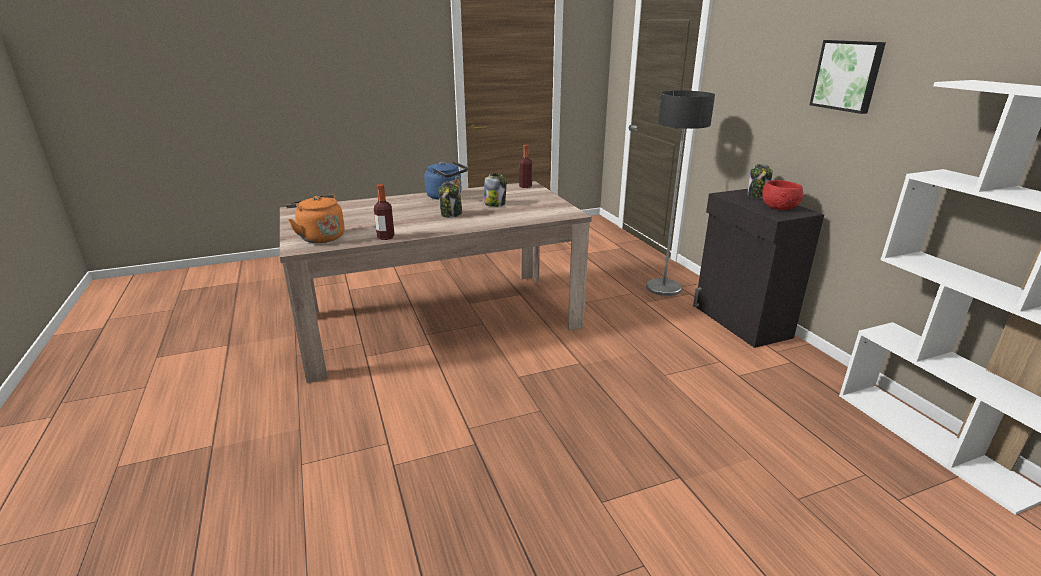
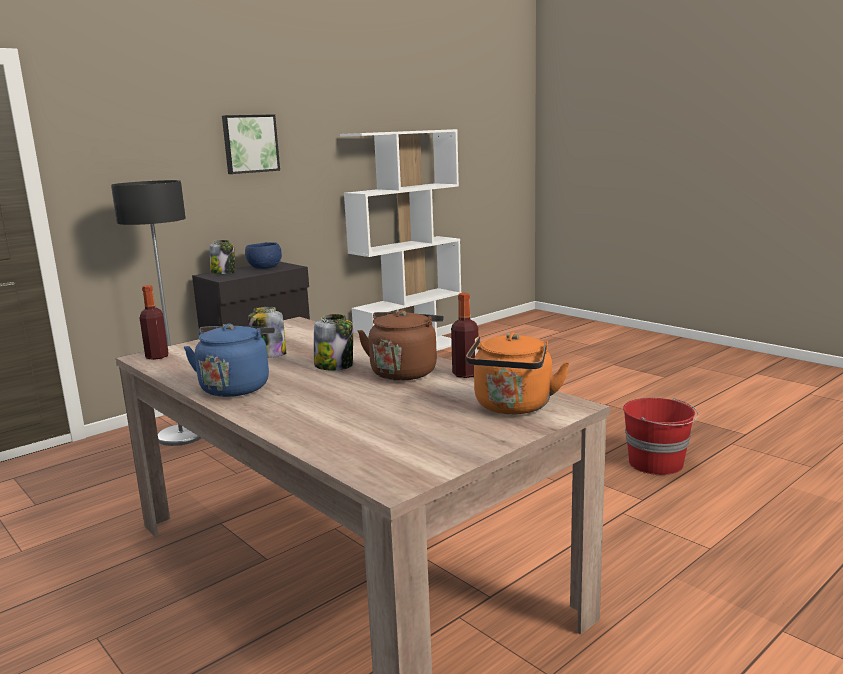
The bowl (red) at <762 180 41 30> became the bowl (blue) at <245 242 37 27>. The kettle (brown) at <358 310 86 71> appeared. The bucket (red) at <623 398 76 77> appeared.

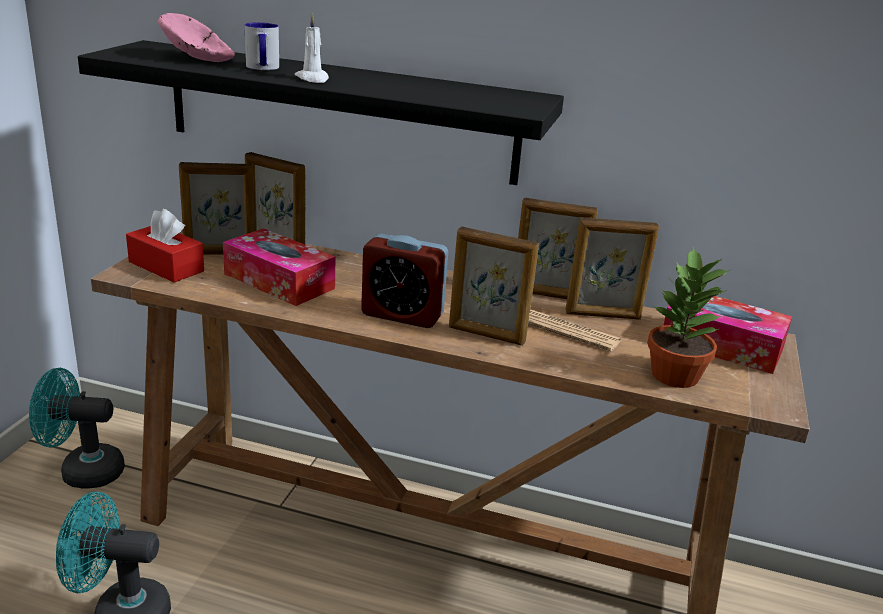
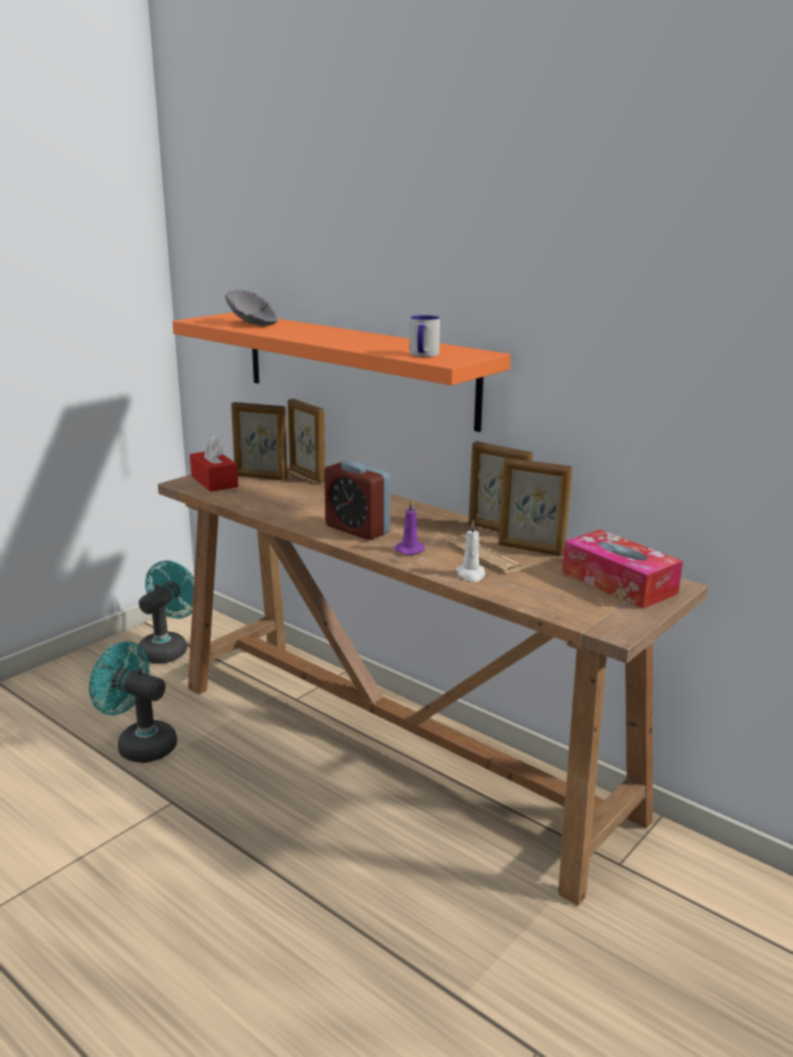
The fan (turquoise) at <29 368 96 121> turned 90 degrees clockwise. The shelf (black) at <78 40 486 145> became the shelf (orange) at <172 312 339 120>. The bowl (pink) at <158 13 77 49> became the bowl (grey) at <225 290 53 36>. The tissue box at <223 228 112 78> disappeared. The mug moved from <245 22 34 48> to <410 315 30 42>. The candle (white) moved from <295 13 34 70> to <455 521 30 61>. The picture frame at <449 226 90 120> was replaced by the candle (purple) at <395 500 30 55>. The potted plant at <647 246 83 142> disappeared.

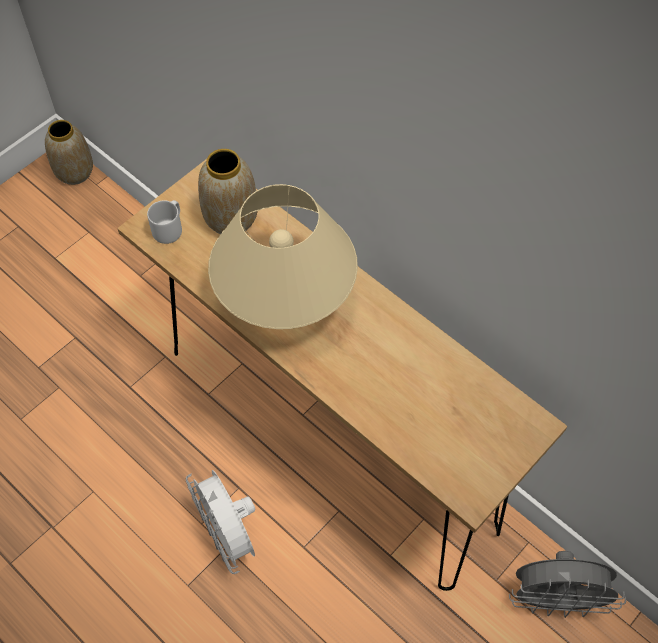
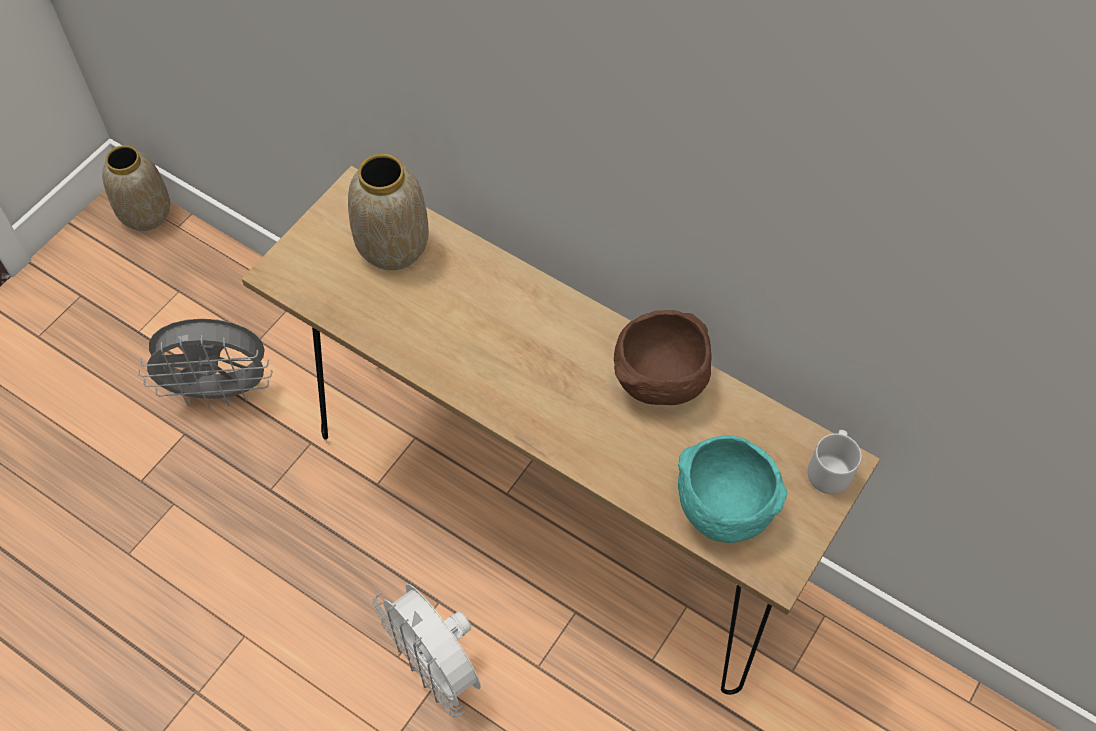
The mug (grey) moved from <147 200 35 44> to <807 430 55 64>. The table lamp (beige) at <208 184 150 145> disappeared. The fan (grey) moved from <509 551 117 67> to <138 319 134 89>. The bowl (brown) at <614 310 98 95> appeared. The bowl (turquoise) at <678 436 109 107> appeared.

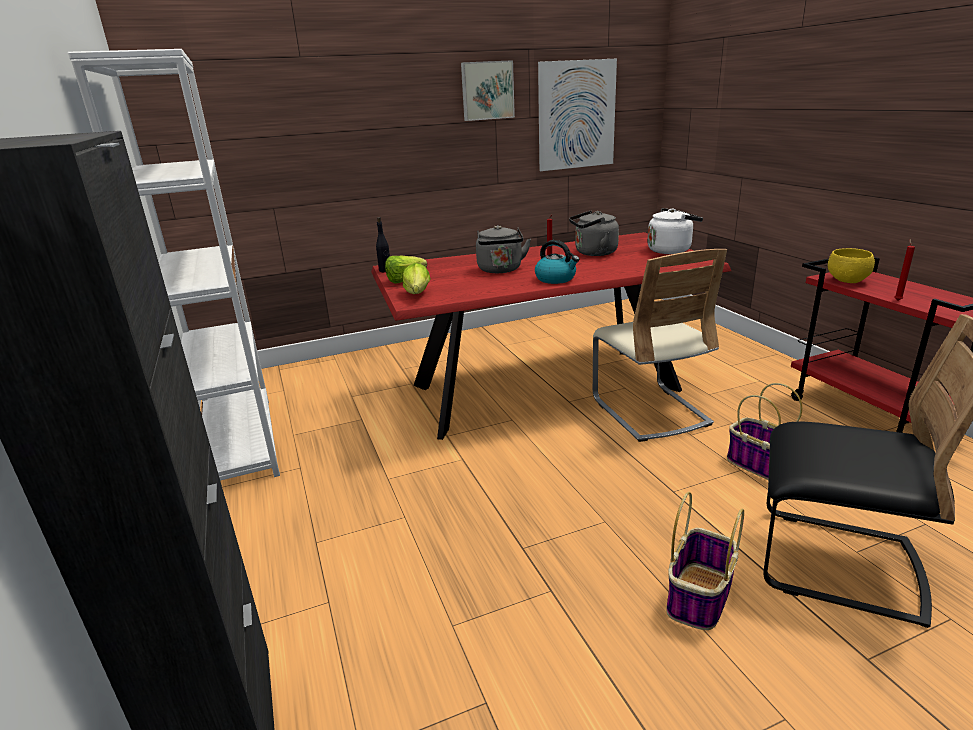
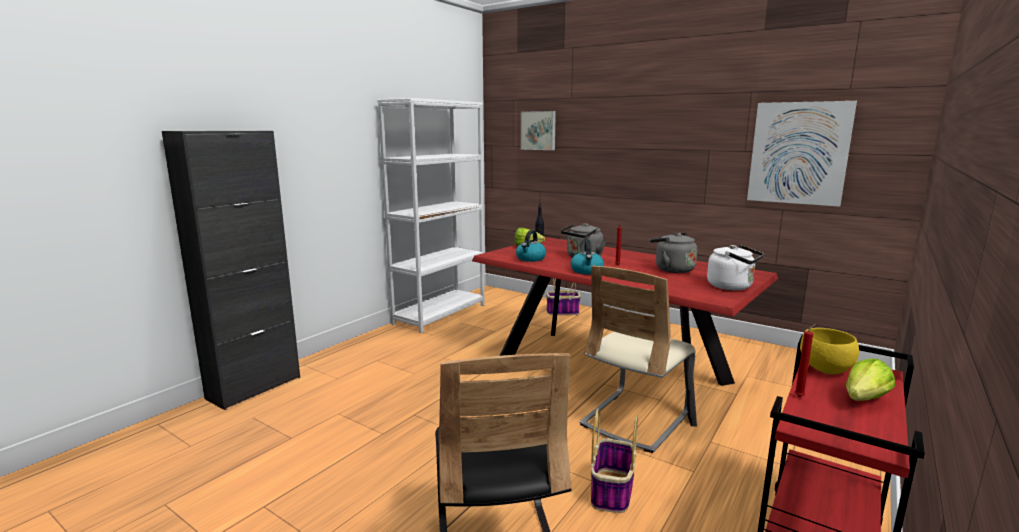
The lettuce moved from <403 263 28 31> to <846 359 49 42>. The picture moved from <461 60 54 61> to <521 111 35 39>. The basket moved from <666 492 78 138> to <546 278 35 37>. The kettle at <516 230 30 32> appeared.

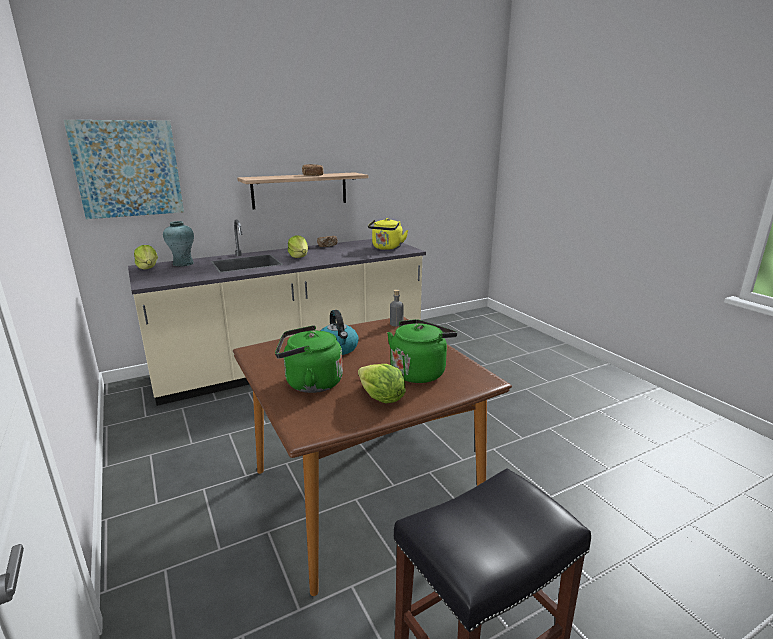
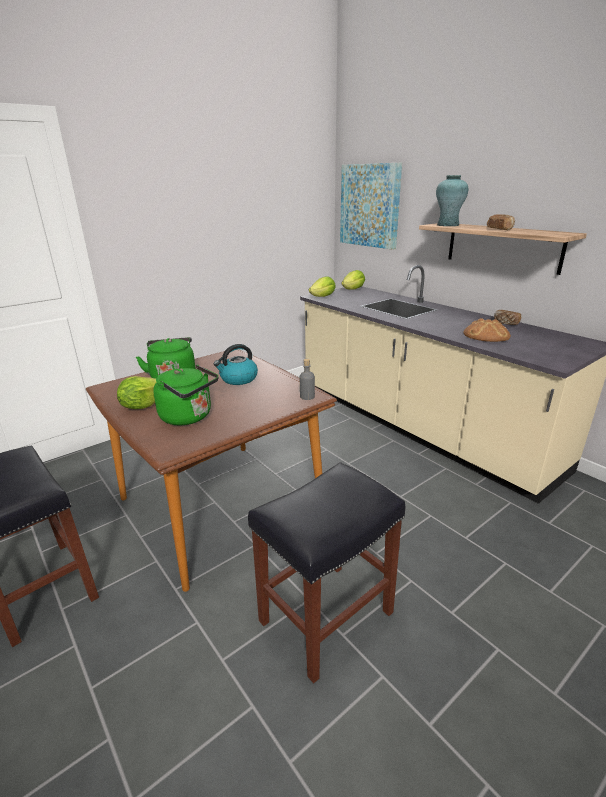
The vase (turquoise) moved from <163 221 31 45> to <436 175 32 51>. The lettuce moved from <288 236 20 22> to <309 276 27 21>. The kettle (yellow) at <368 218 40 32> disappeared. The stool (black) at <248 462 157 221> appeared. The bread at <463 318 48 24> appeared.

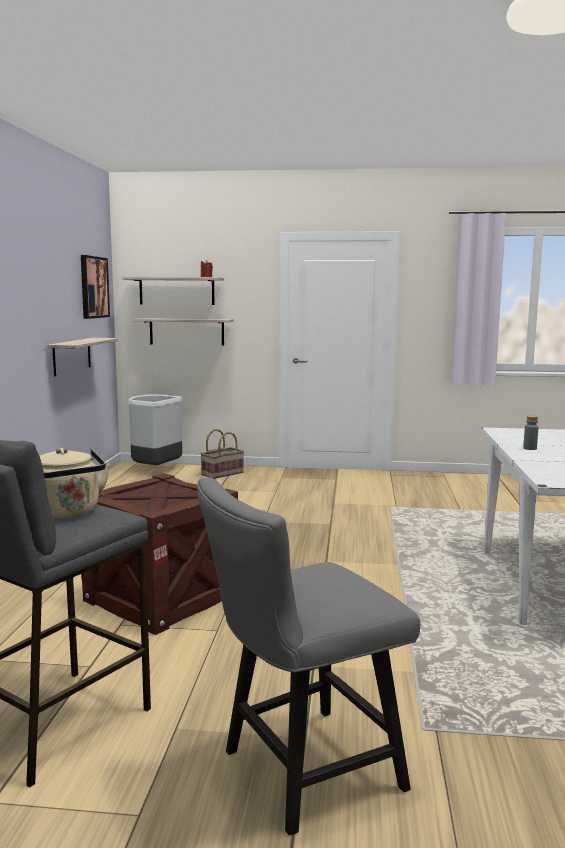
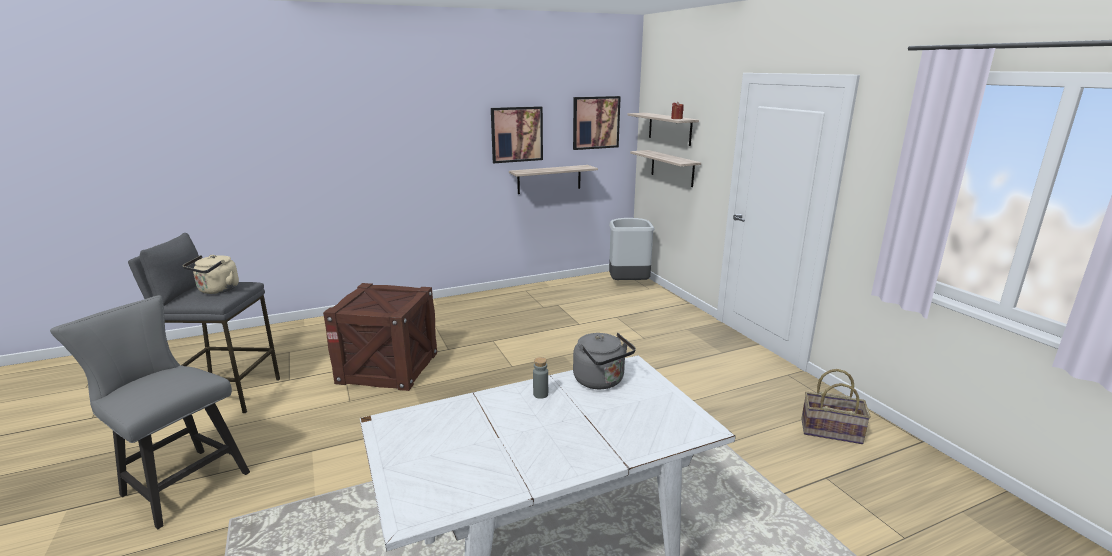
The basket moved from <200 429 44 50> to <801 369 70 75>. The picture at <491 106 52 57> appeared. The kettle (grey) at <573 333 63 56> appeared.

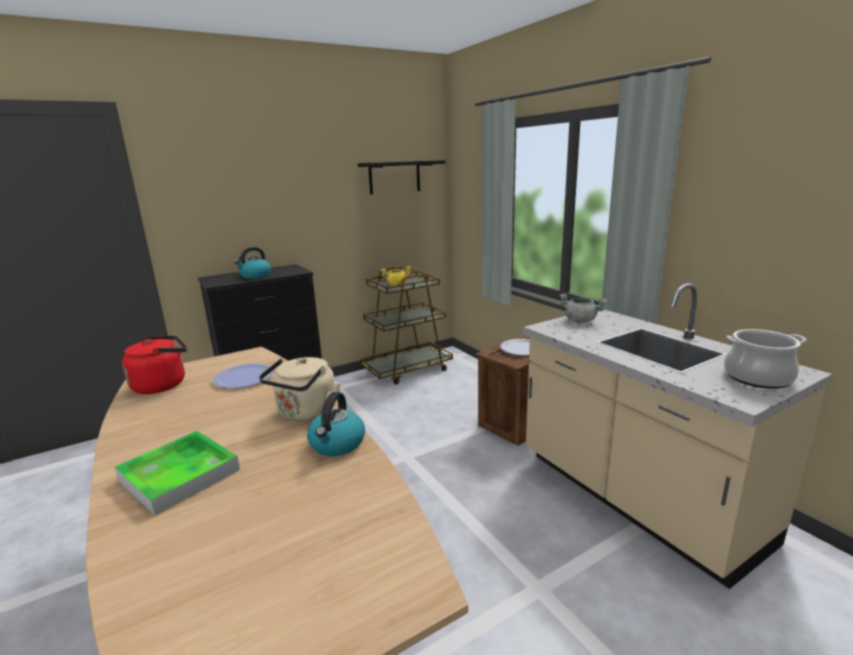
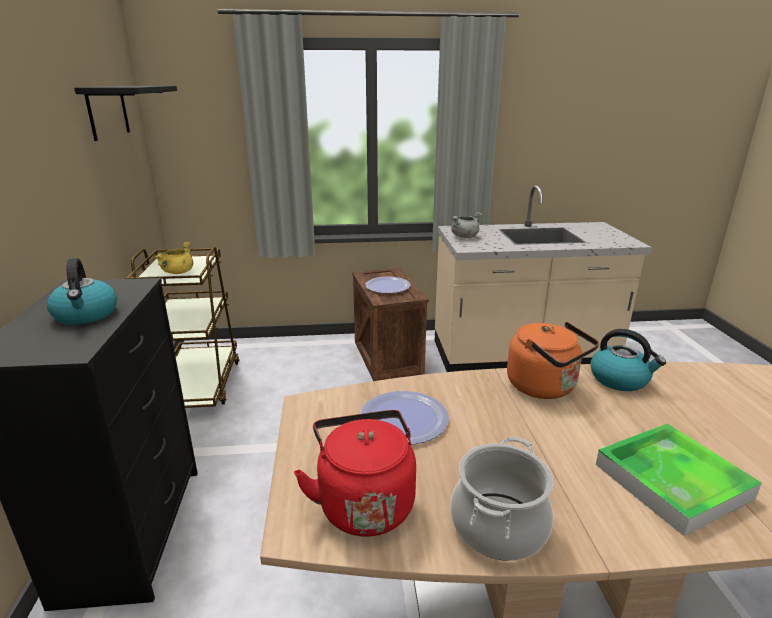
The kettle (beige) at <259 357 81 65> became the kettle (orange) at <507 322 92 77>. The cooking pot moved from <724 329 83 60> to <450 437 103 124>.

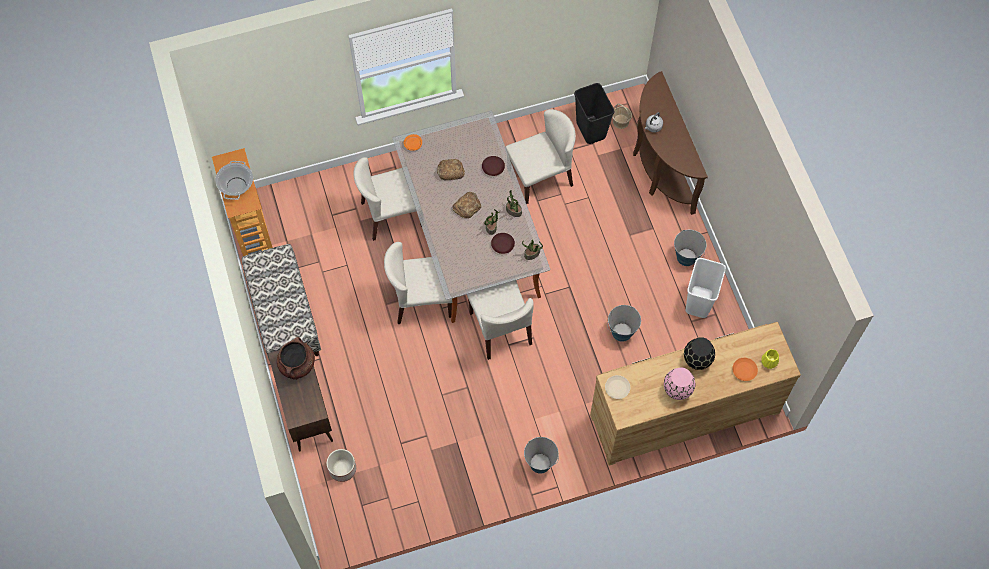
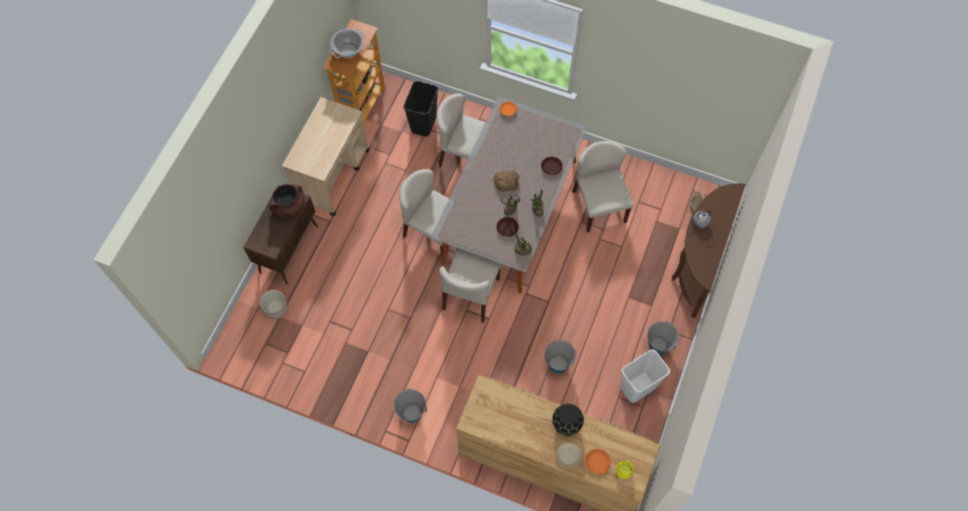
The bench at <242 244 79 120> was replaced by the cart (beige) at <282 97 87 119>. The bread at <437 159 28 21> disappeared. The chair (beige) at <506 109 70 95> turned 120 degrees counterclockwise. The trash can (black) moved from <574 83 41 61> to <403 80 35 56>. The plate (beige) moved from <605 375 25 24> to <556 443 26 25>. The vase (pink) at <664 367 31 33> disappeared.

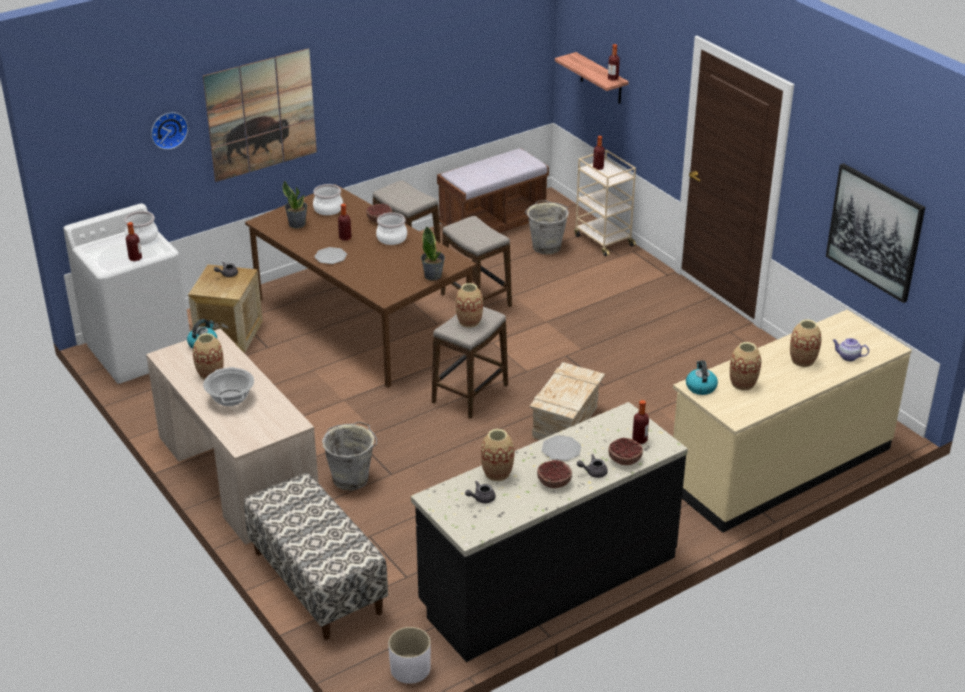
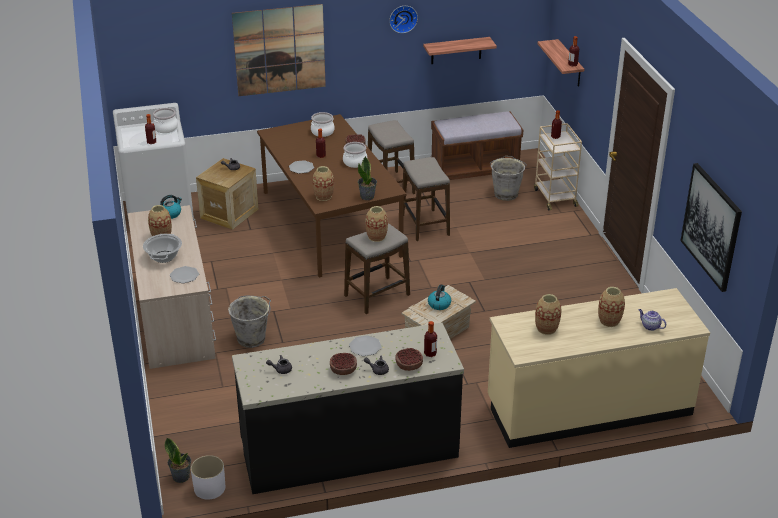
The wall clock moved from <151 112 37 38> to <389 6 29 27>. The bench at <244 473 144 167> disappeared. The potted plant moved from <282 181 25 47> to <165 438 26 45>. The vase moved from <481 429 33 52> to <313 166 21 35>. The kettle moved from <686 360 32 35> to <428 284 23 26>. The plate at <170 266 29 17> appeared. The shelf at <423 37 74 27> appeared.

